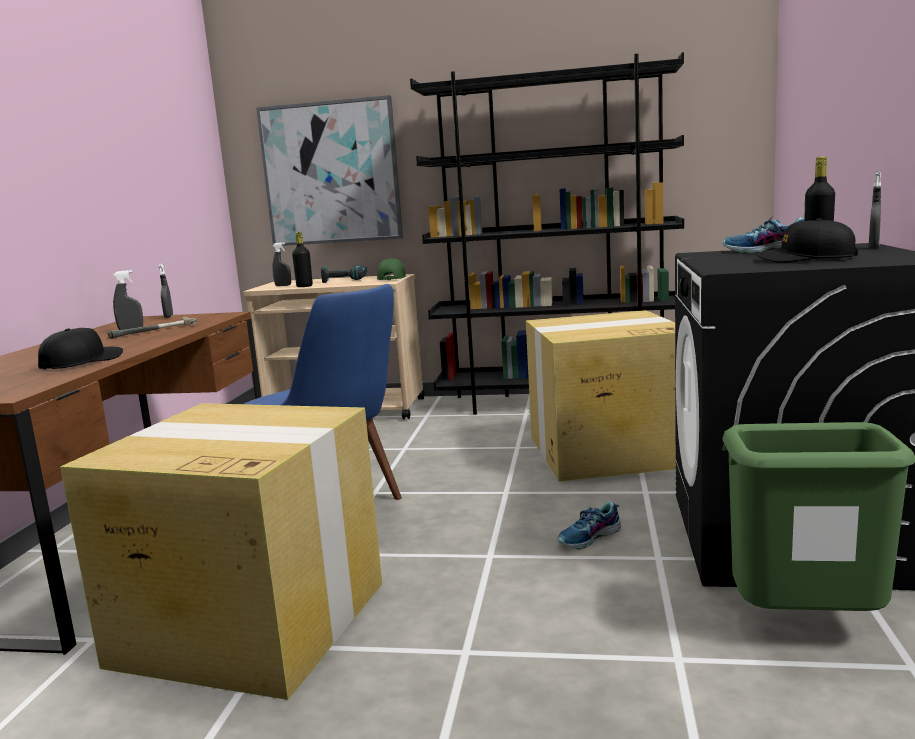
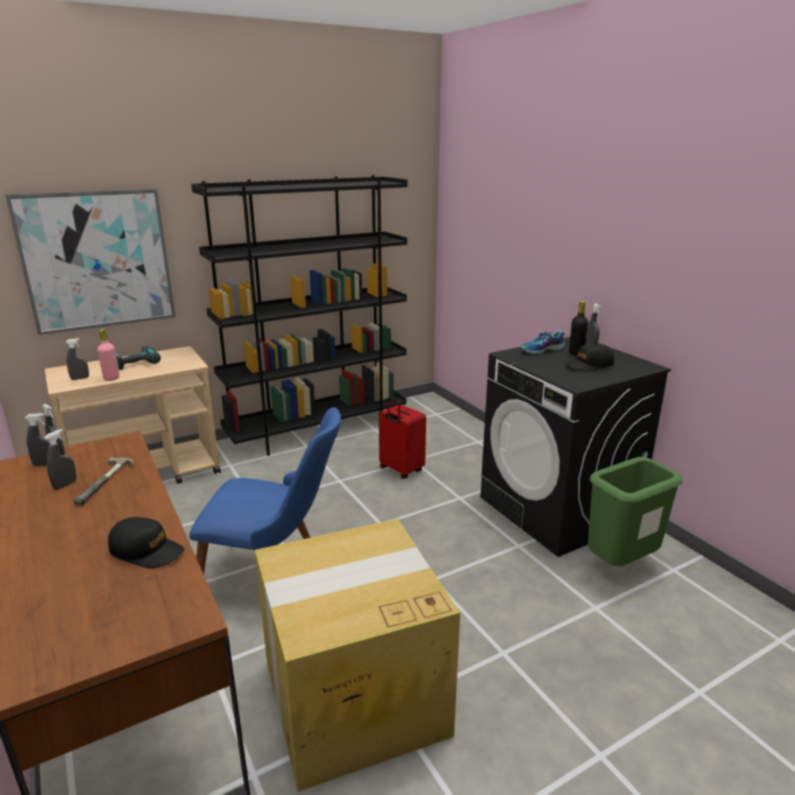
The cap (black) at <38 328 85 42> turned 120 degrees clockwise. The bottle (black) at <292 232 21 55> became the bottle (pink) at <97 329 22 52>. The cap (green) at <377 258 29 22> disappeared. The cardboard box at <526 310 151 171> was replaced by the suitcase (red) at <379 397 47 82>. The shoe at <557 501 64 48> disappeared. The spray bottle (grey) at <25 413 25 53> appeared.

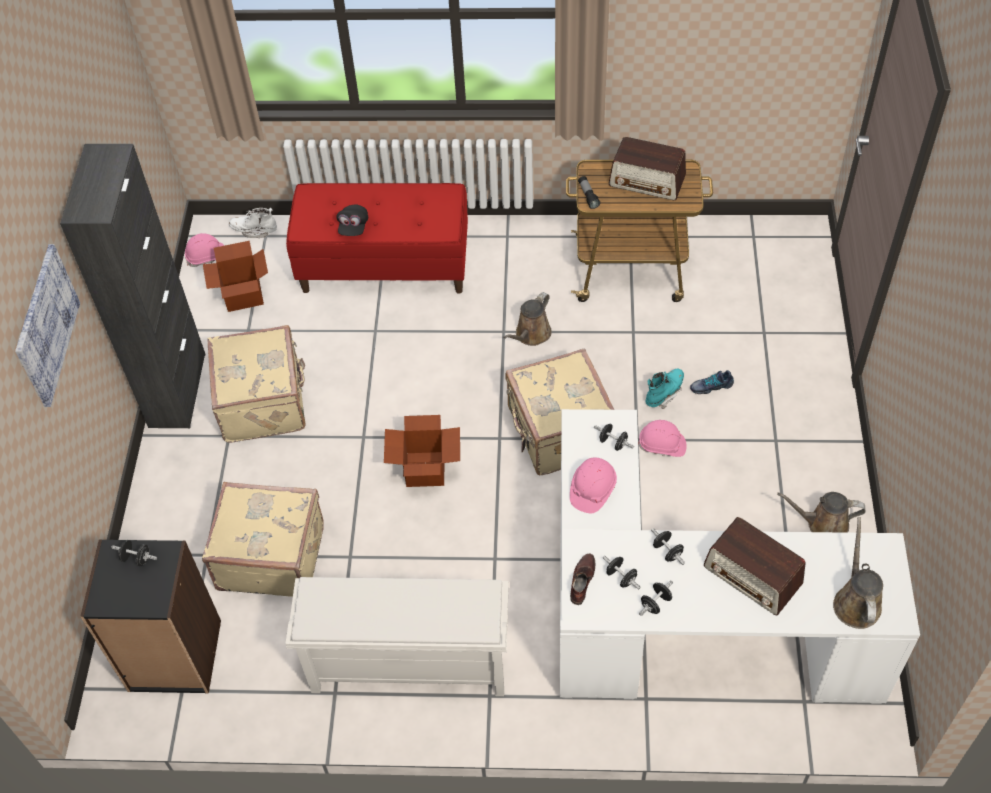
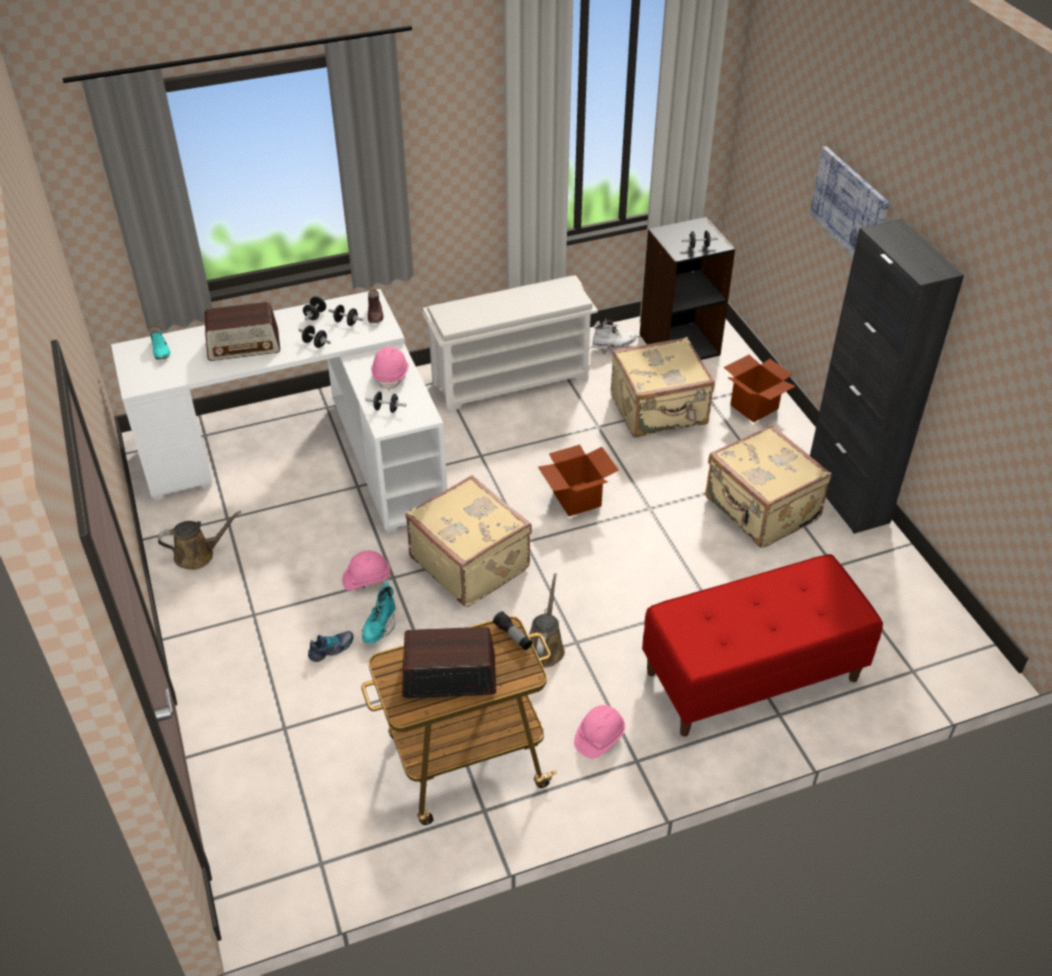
The hard hat (pink) moved from <185 233 40 34> to <574 705 51 54>. The cardboard box moved from <203 241 65 71> to <724 355 72 68>. The boot (white) moved from <229 208 48 30> to <592 320 45 34>. The cap (black) at <337 204 31 32> disappeared. The radio at <704 517 102 98> turned 150 degrees clockwise. The watering can (brown) at <833 517 50 112> was replaced by the shoe (turquoise) at <149 325 21 35>.

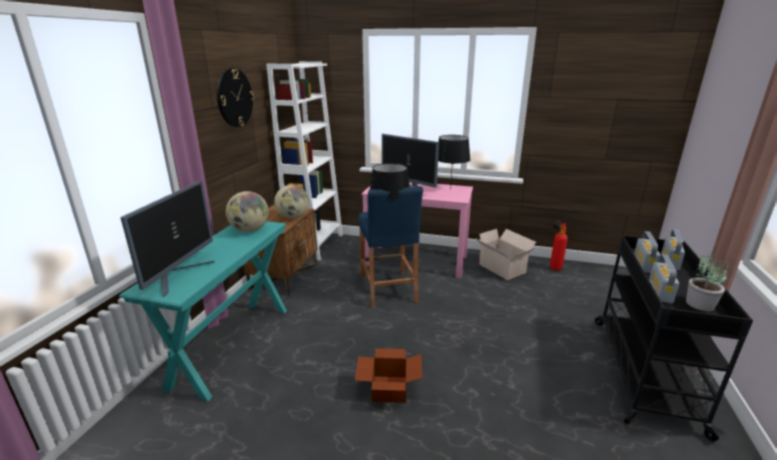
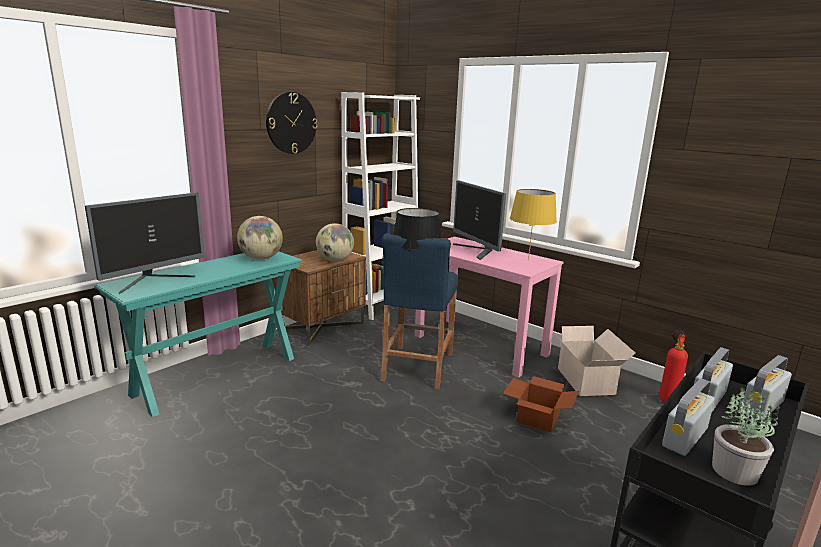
The cardboard box moved from <355 348 67 55> to <503 376 76 57>. The table lamp (black) at <438 135 32 55> became the table lamp (yellow) at <510 189 47 71>.

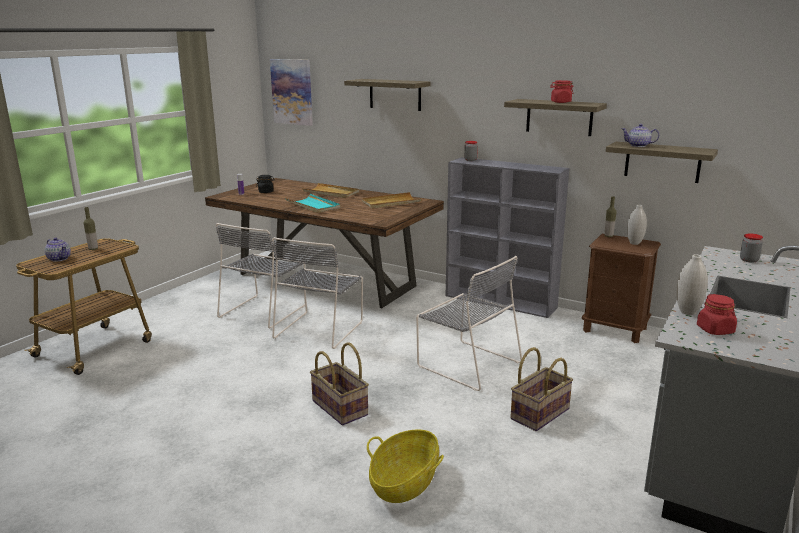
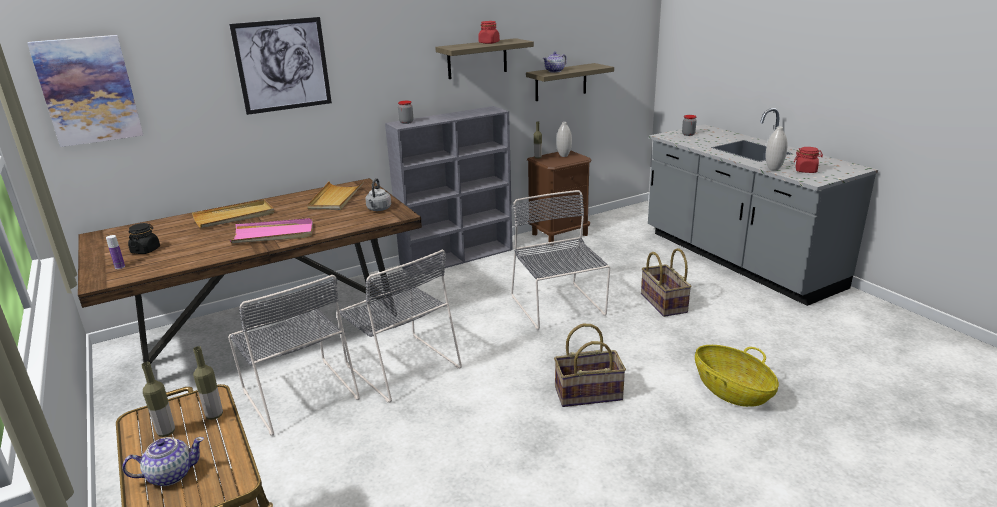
The tray (turquoise) at <285 194 56 19> became the tray (pink) at <230 218 83 25>. The shelf at <344 79 87 32> was replaced by the picture at <229 17 103 98>. The chair (grey) at <416 256 106 135> turned 90 degrees counterclockwise. The bottle at <193 346 30 74> appeared. The kettle (grey) at <365 178 26 33> appeared.

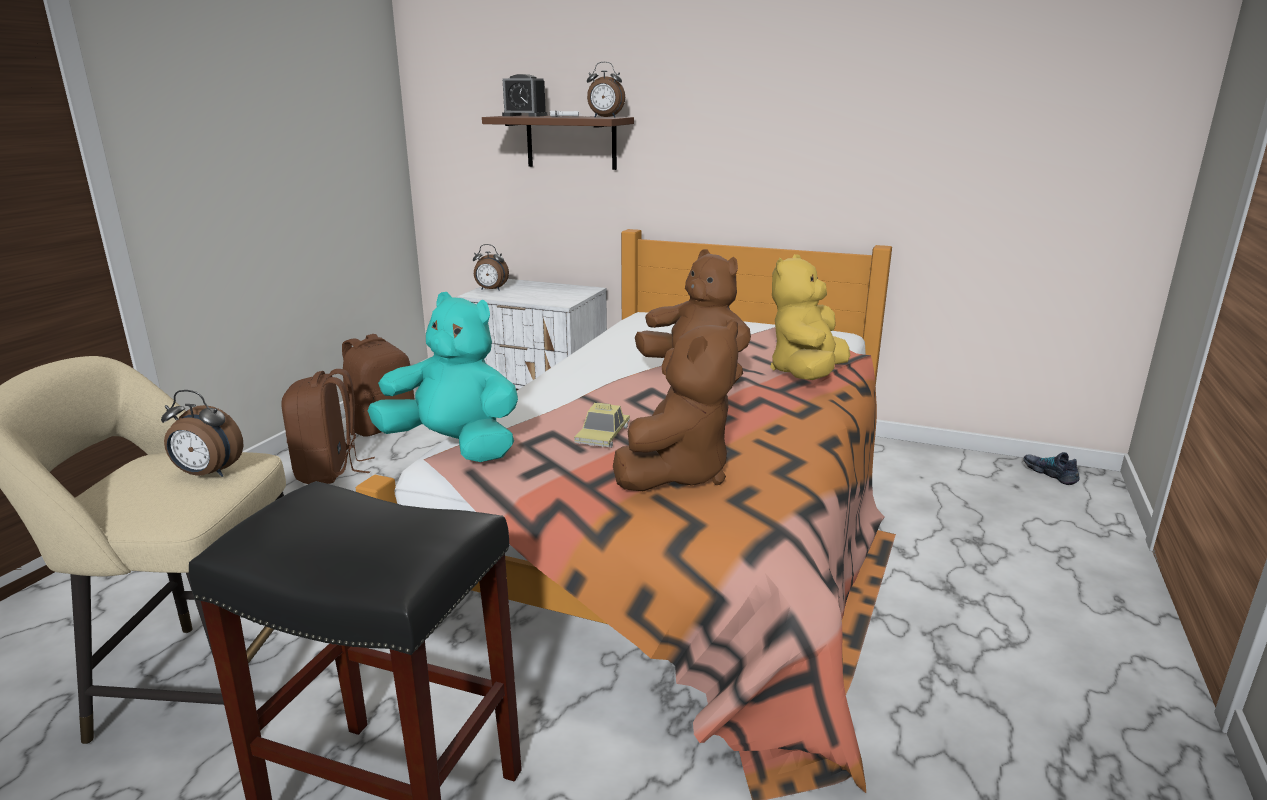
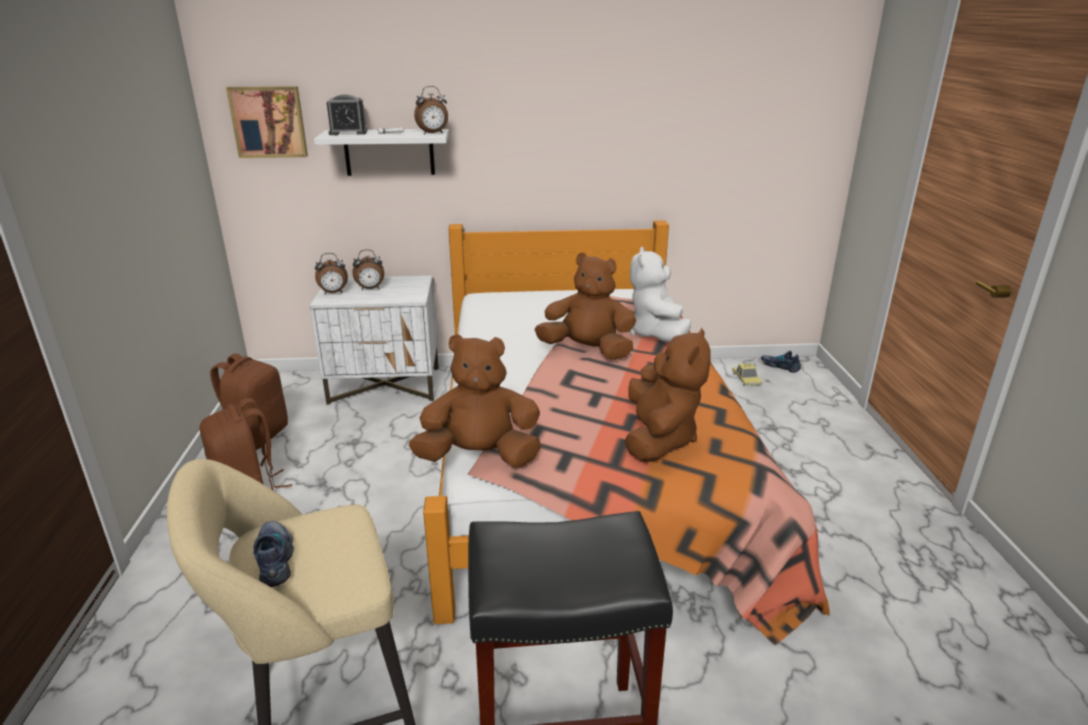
The alarm clock moved from <161 390 82 87> to <353 249 31 41>. The plush toy (turquoise) at <367 292 151 170> became the plush toy (brown) at <409 334 132 133>. The shelf (brown) at <482 115 152 55> became the shelf (white) at <314 129 135 47>. The toy car moved from <574 403 56 45> to <732 363 30 23>. The plush toy (yellow) at <770 254 80 126> became the plush toy (white) at <630 247 61 95>. The picture at <226 86 82 72> appeared. The shoe at <253 521 41 66> appeared.

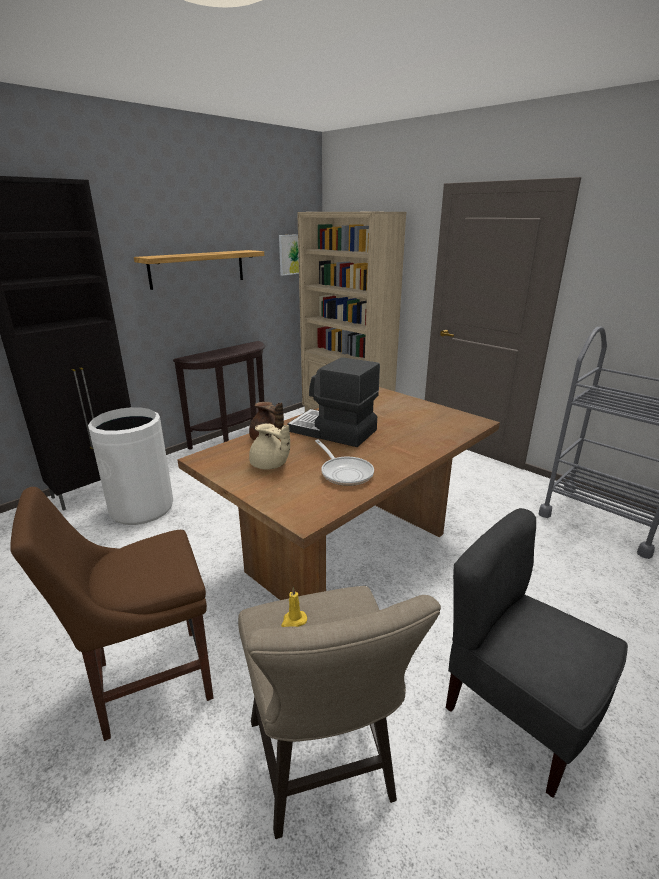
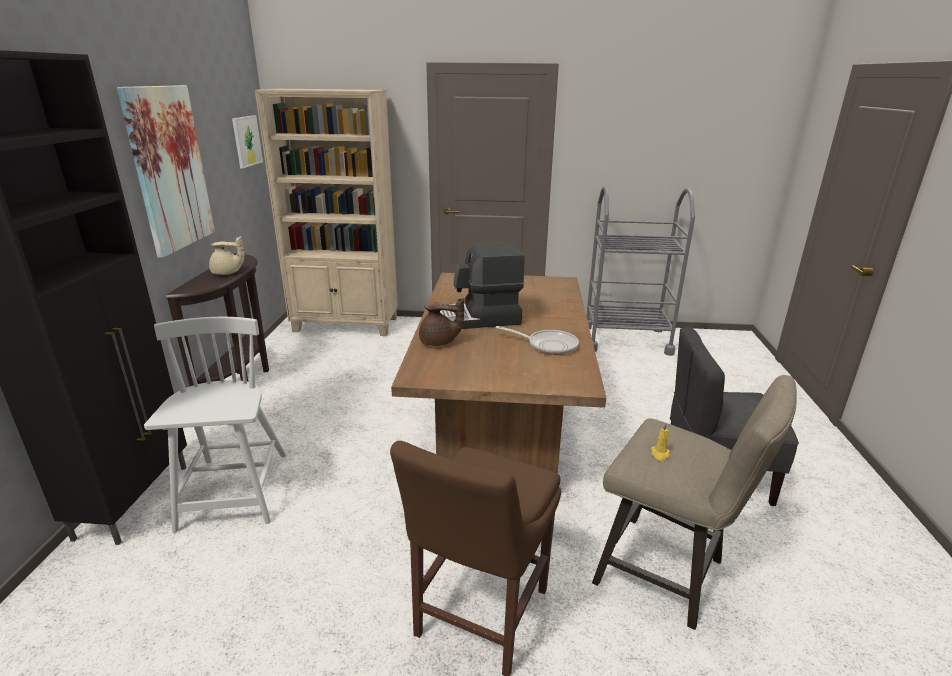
The trash can (white) at <88 407 85 118> was replaced by the chair (white) at <144 317 142 216>. The shelf at <134 250 130 40> was replaced by the picture at <117 85 98 173>. The teapot (beige) moved from <249 423 41 47> to <209 236 35 39>.

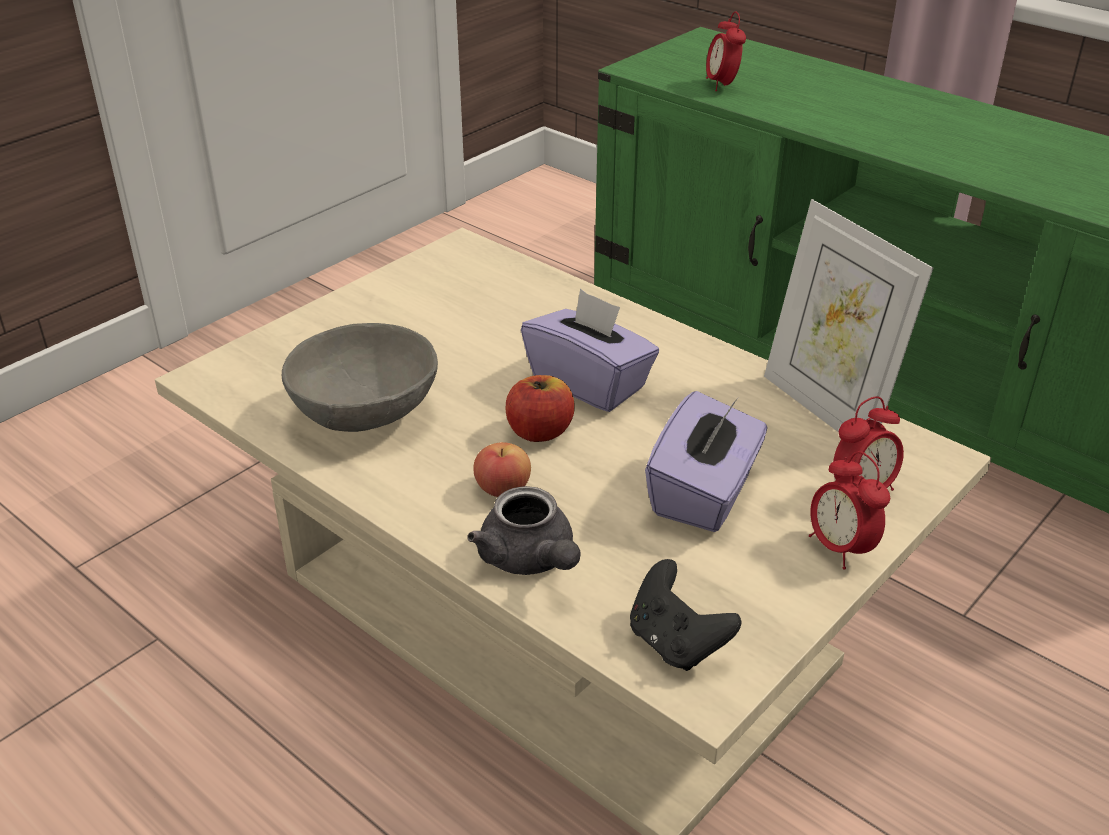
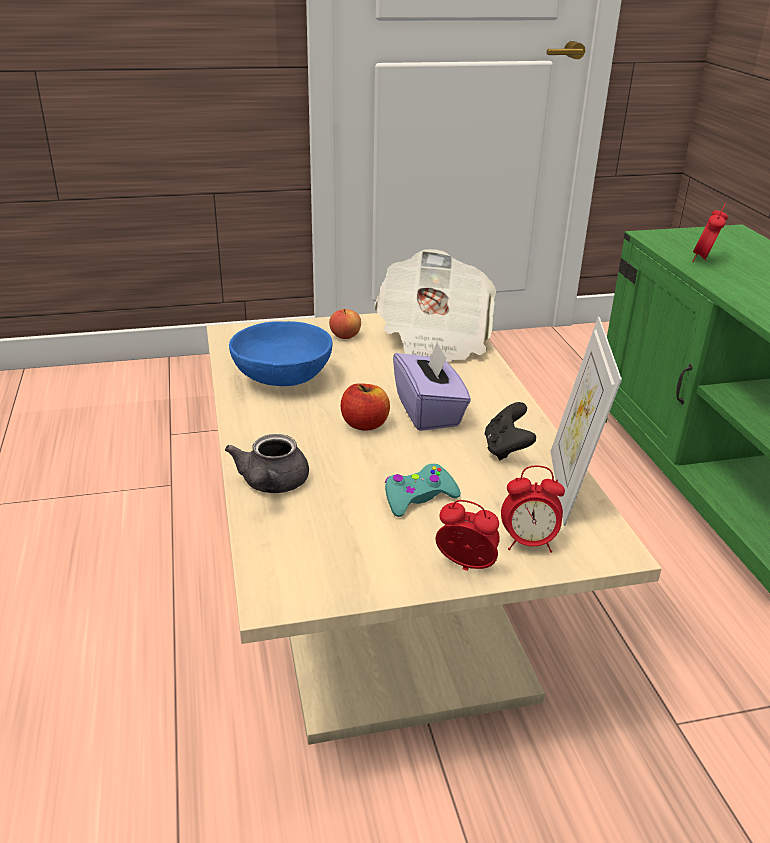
The bowl (grey) at <282 323 156 109> became the bowl (blue) at <229 321 103 65>. The apple moved from <473 442 58 55> to <329 308 32 31>. The game controller (black) moved from <630 559 111 112> to <485 402 51 58>. The tissue box (purple) at <645 391 122 141> was replaced by the game controller (turquoise) at <385 464 76 53>. The alarm clock at <809 451 81 118> turned 105 degrees clockwise. The newspaper at <375 249 121 113> appeared.

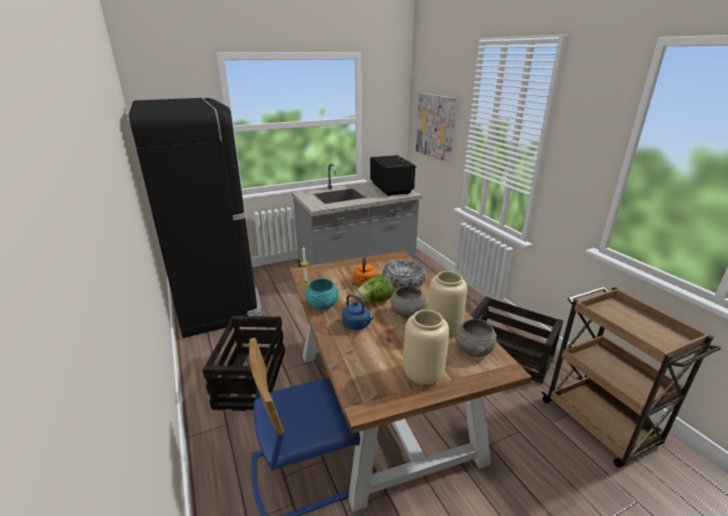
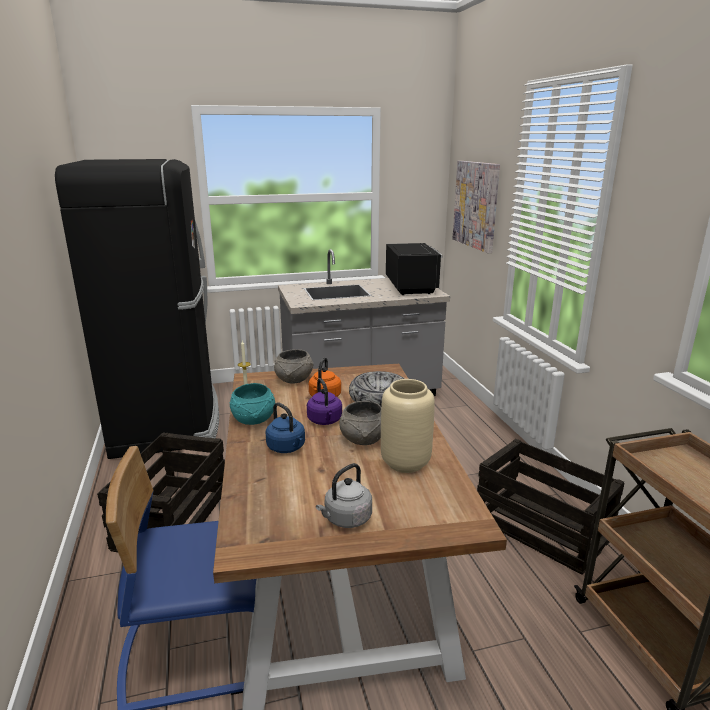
The lettuce at <355 275 38 27> was replaced by the kettle (purple) at <307 378 35 47>. The vase (beige) at <403 310 46 75> was replaced by the kettle (grey) at <316 463 56 65>. The bowl (grey) moved from <455 319 42 38> to <274 349 39 35>.

